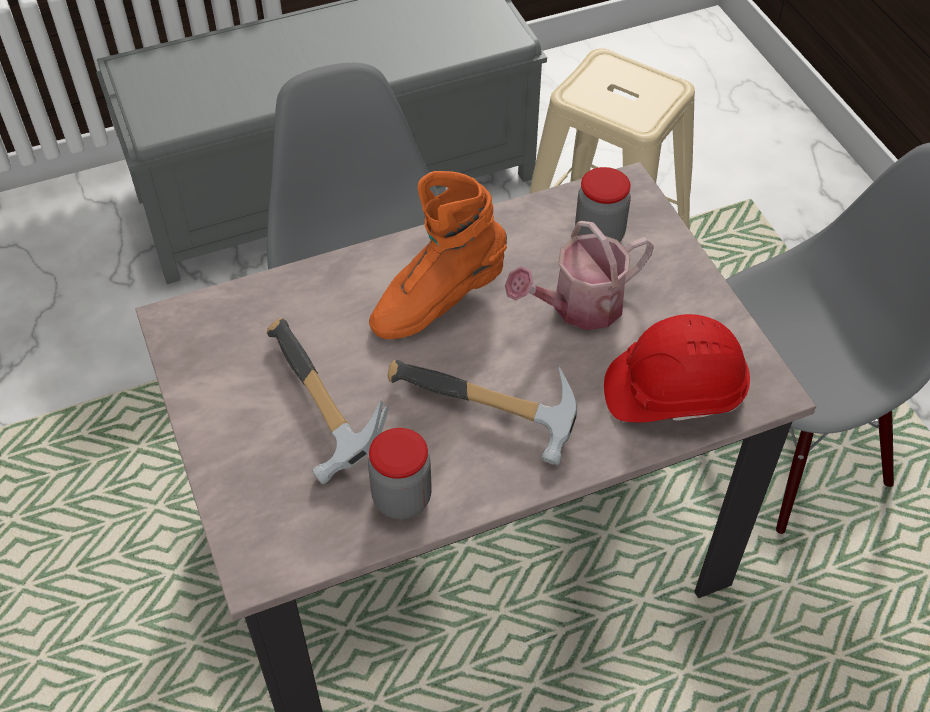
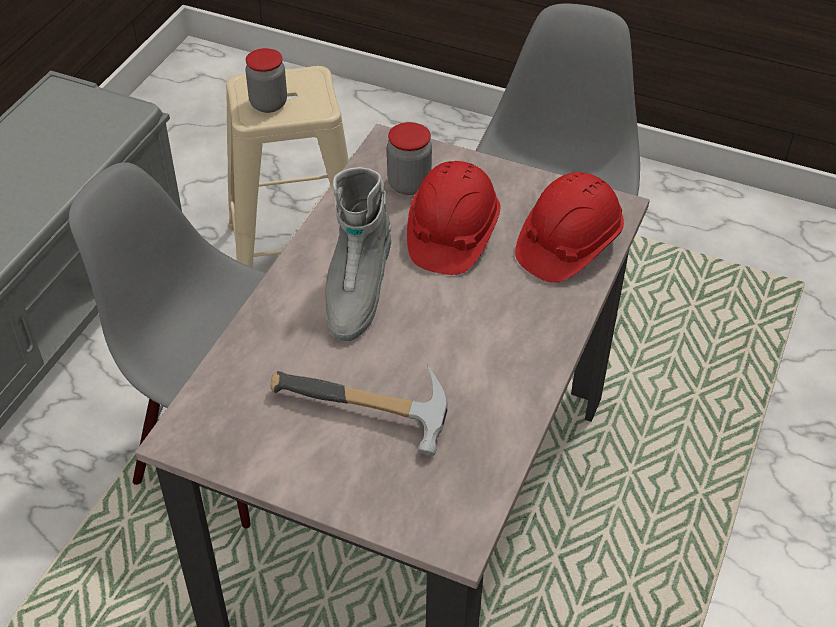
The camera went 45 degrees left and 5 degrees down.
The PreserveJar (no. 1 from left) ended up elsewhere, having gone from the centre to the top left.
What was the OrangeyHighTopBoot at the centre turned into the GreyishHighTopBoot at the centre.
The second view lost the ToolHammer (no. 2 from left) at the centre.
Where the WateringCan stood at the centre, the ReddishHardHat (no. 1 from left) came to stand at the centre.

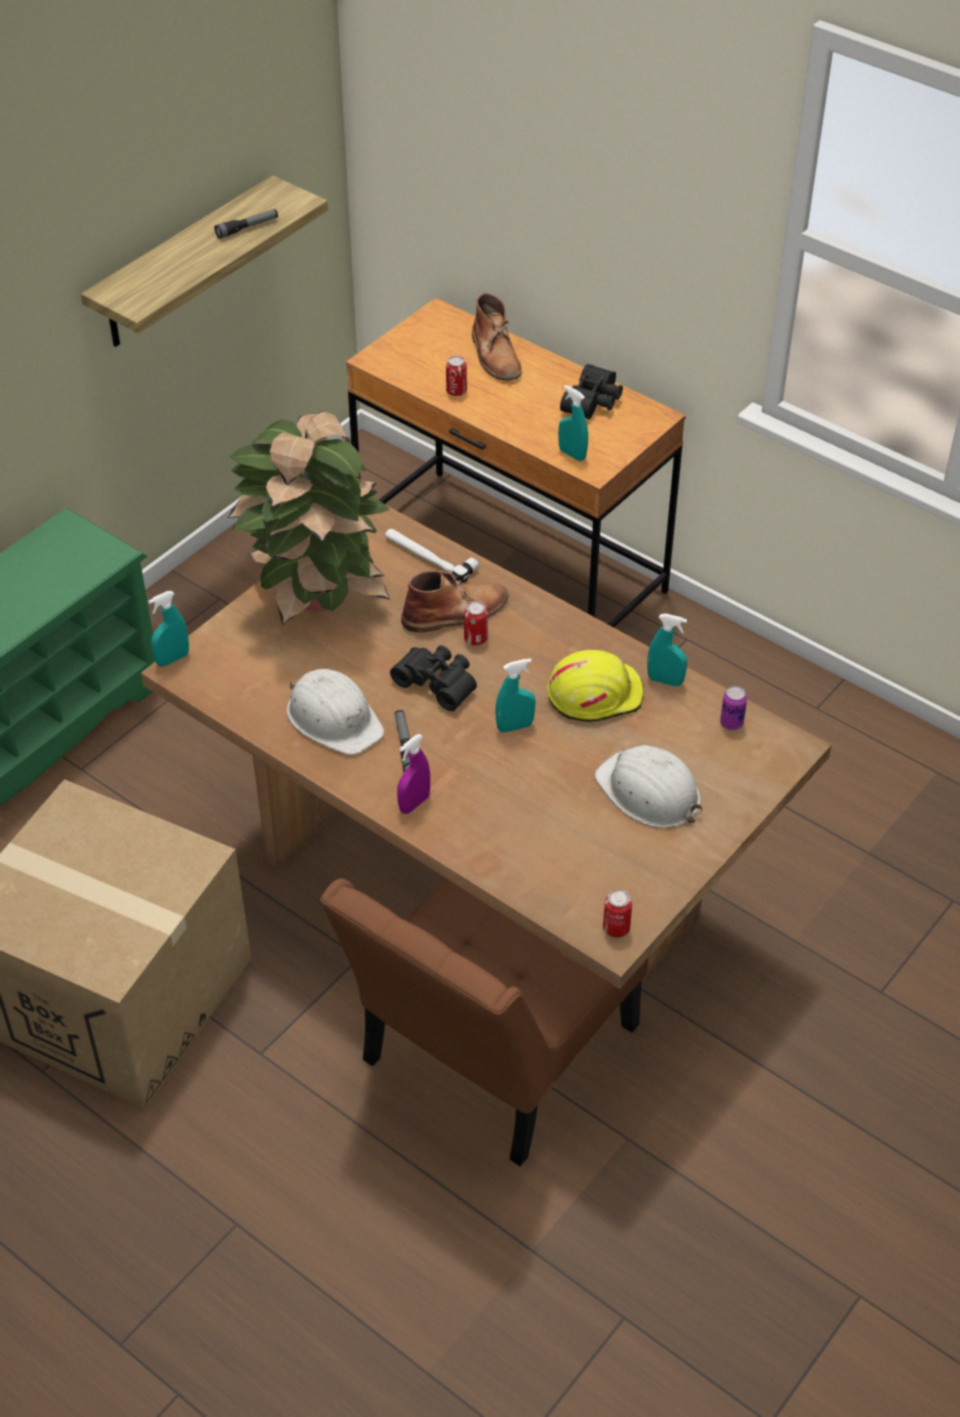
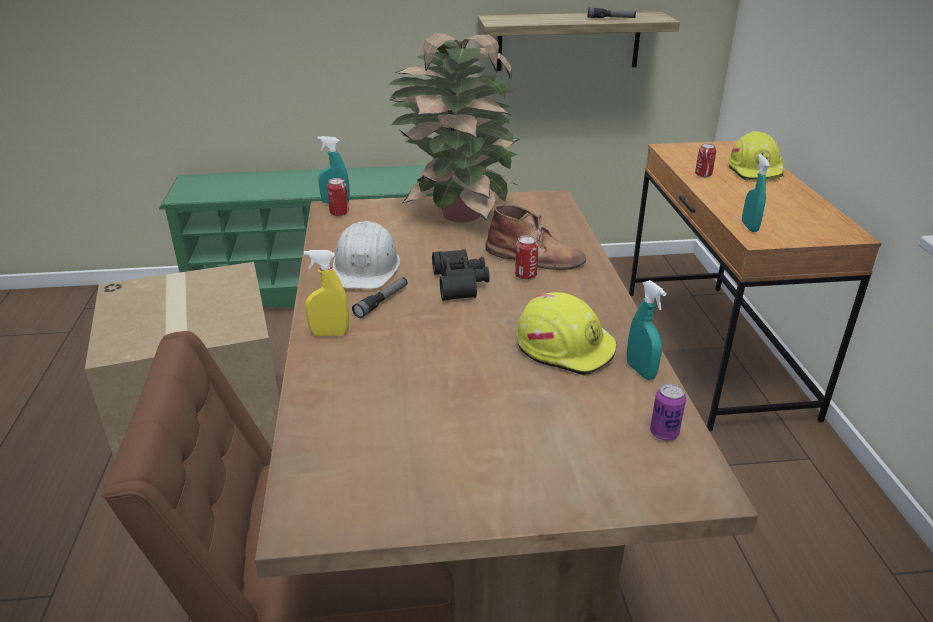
The camera went 45 degrees right and 15 degrees down.
The second view lost the ToolHammer at the centre.
What was the PurpleColouredSprayBottle at the centre turned into the YellowSprayBottle at the centre.
Where the BrownColouredHighTopBoot (no. 2 from left) stood at the top centre, the YellowHardHat (no. 2 from left) came to stand at the top right.
The second view lost the TurquoiseColouredSprayBottle (no. 2 from left) at the centre.
The second view lost the BlackishPairOfBinoculars (no. 2 from left) at the top centre.
The second view lost the WhitishHardHat (no. 2 from left) at the middle right.
The SealedCan (no. 3 from left in the first image) ended up elsewhere, having gone from the centre to the top centre.

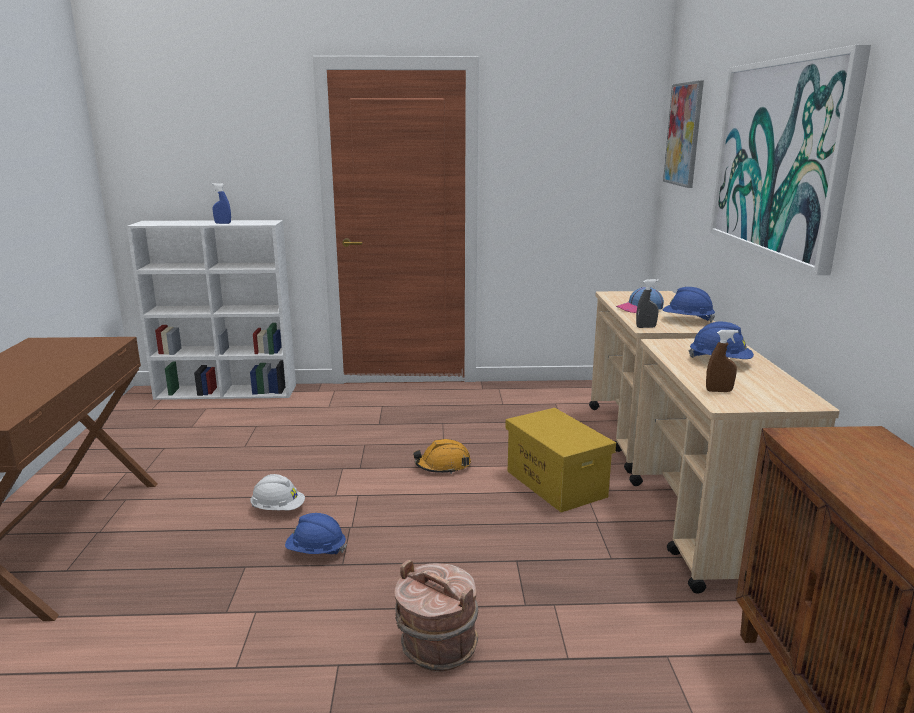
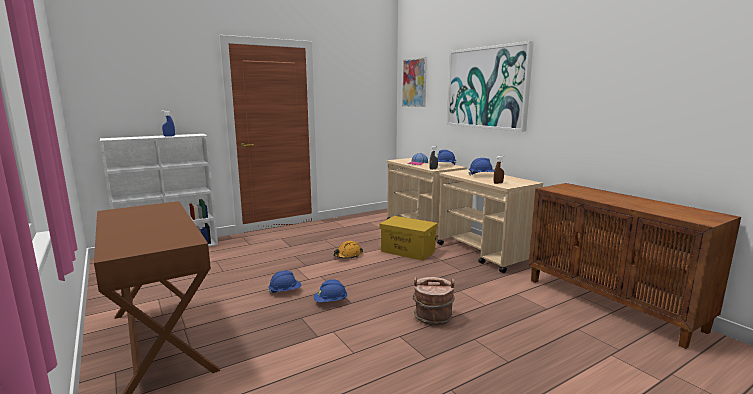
The camera went 30 degrees left and 5 degrees down.
What was the WhitishHardHat at the bottom left turned into the BluishHardHat (no. 1 from left) at the bottom centre.

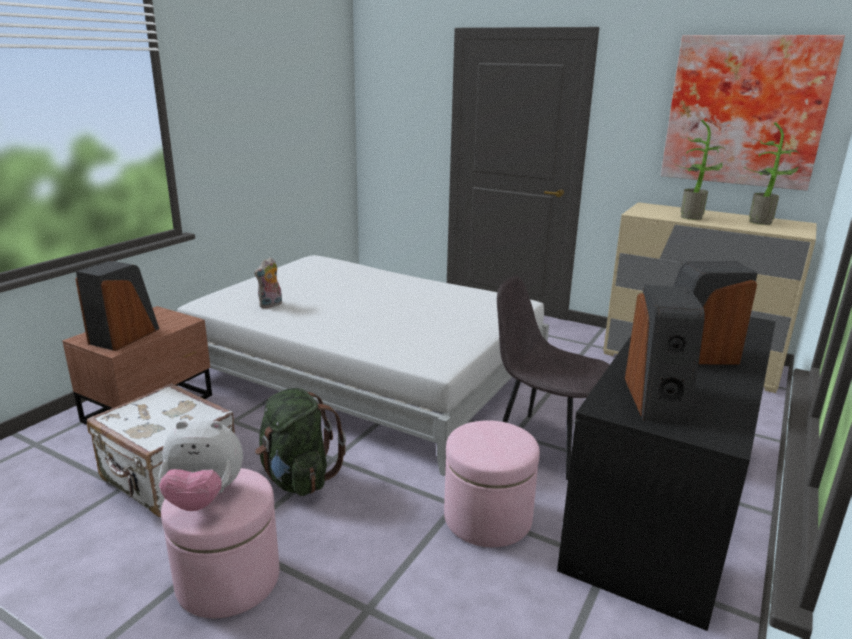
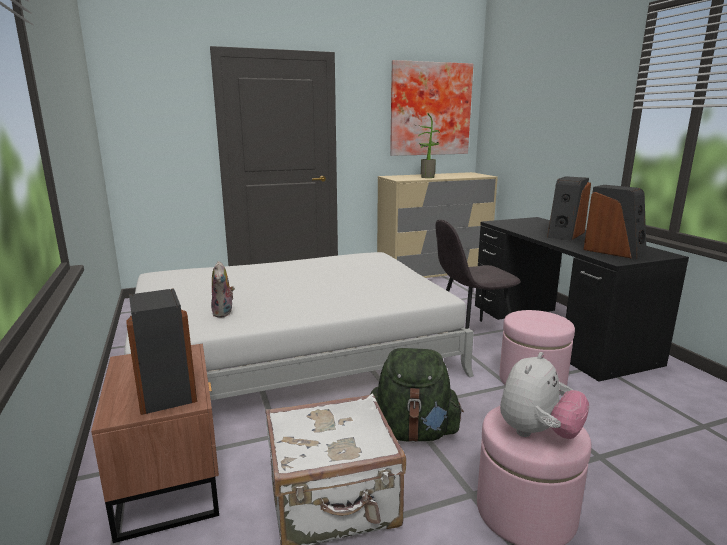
The camera went 50 degrees left and 5 degrees down.
The second view lost the Houseplant (no. 2 from left) at the top right.

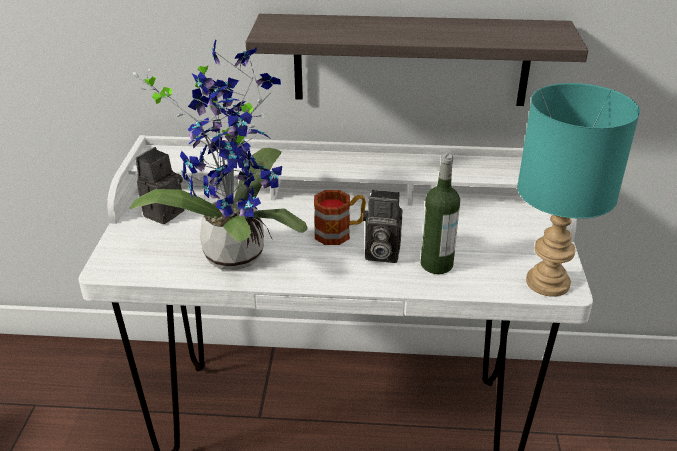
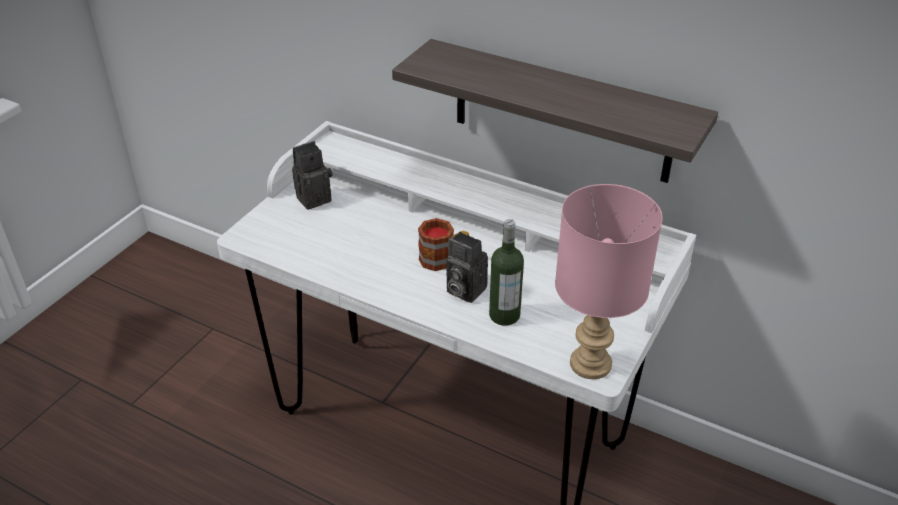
The camera went 25 degrees right and 5 degrees up.
The second view lost the Houseplant at the middle left.
What was the TurquoiseColouredLampForATable at the middle right turned into the PinkColouredLampForATable at the middle right.

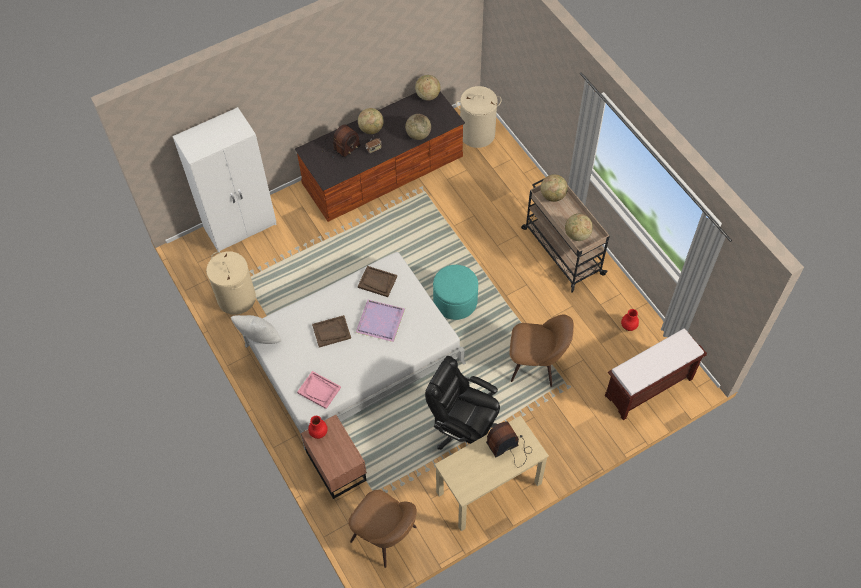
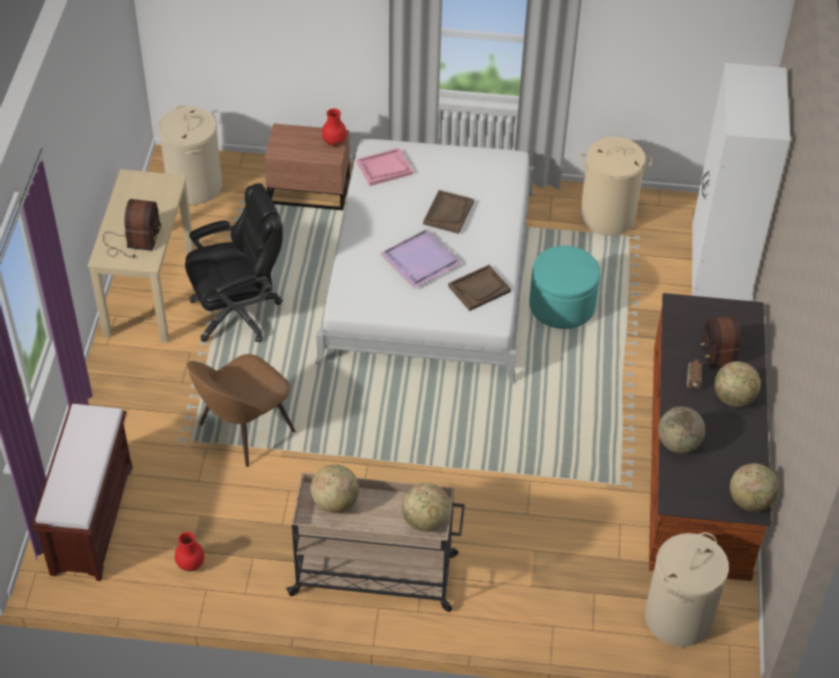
The camera went 125 degrees right and 10 degrees down.
The second view lost the WhitishThrowPillow at the middle left.
Where the BrownColouredUprightChair (no. 1 from left) stood at the bottom centre, the SandColouredHamper (no. 1 from left) came to stand at the top left.
The TurquoiseColouredFootrest ended up elsewhere, having gone from the centre to the middle right.

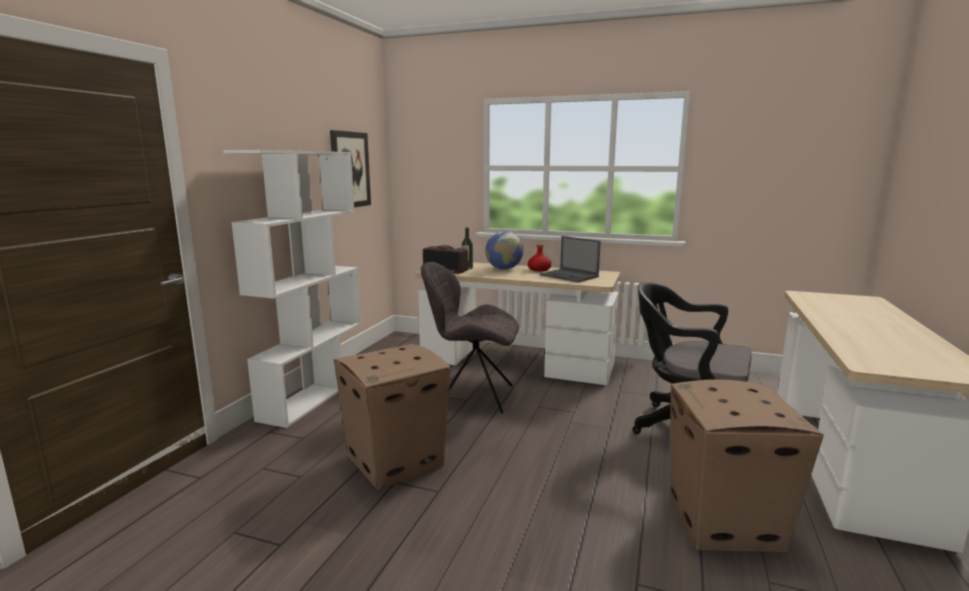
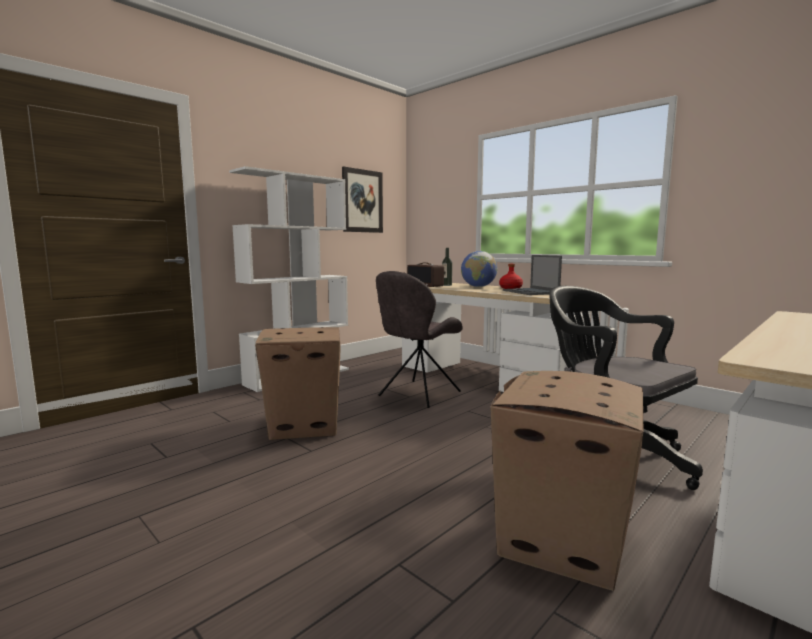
The camera went 25 degrees right and 5 degrees down.
The GreyishUprightChair at the centre ended up facing another way, 90 degrees counterclockwise from before.

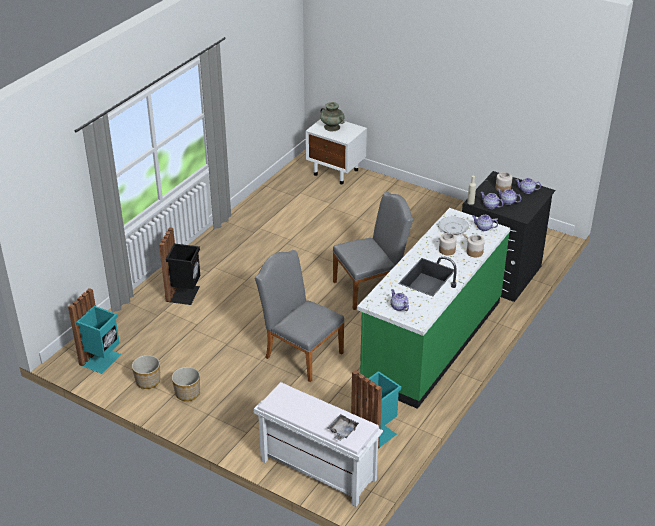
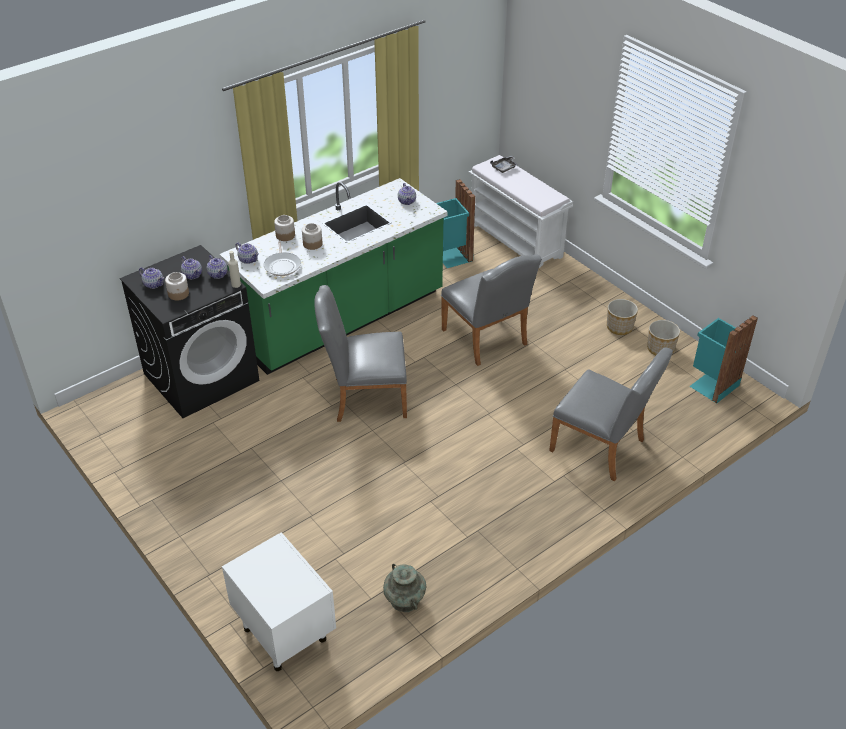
The camera went 160 degrees left and 5 degrees up.
Where the BlackishRubbishBin stood at the middle left, the GreyishUprightChair (no. 3 from left) came to stand at the middle right.
The TurquoiseColouredVase ended up elsewhere, having gone from the top centre to the bottom centre.

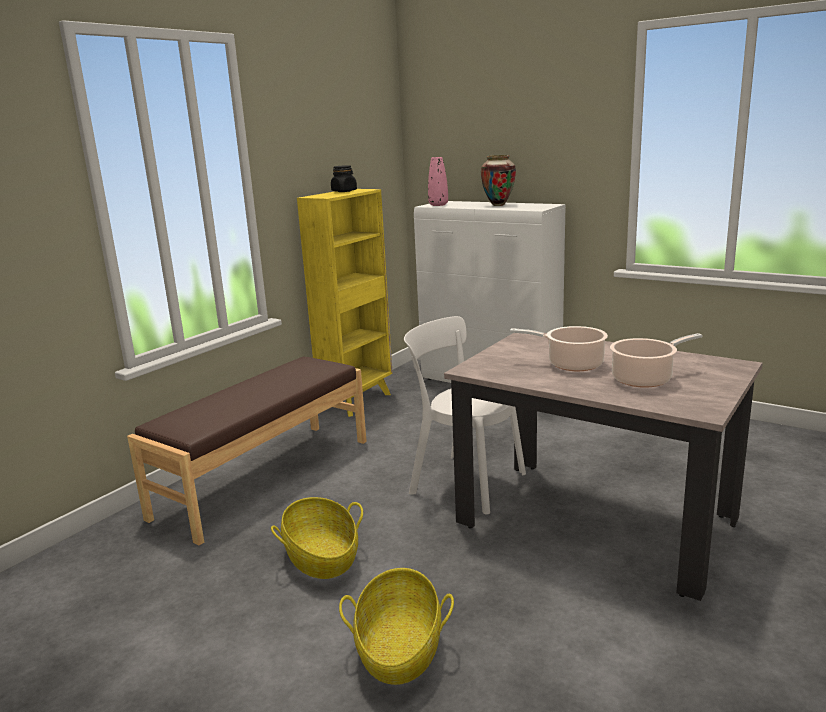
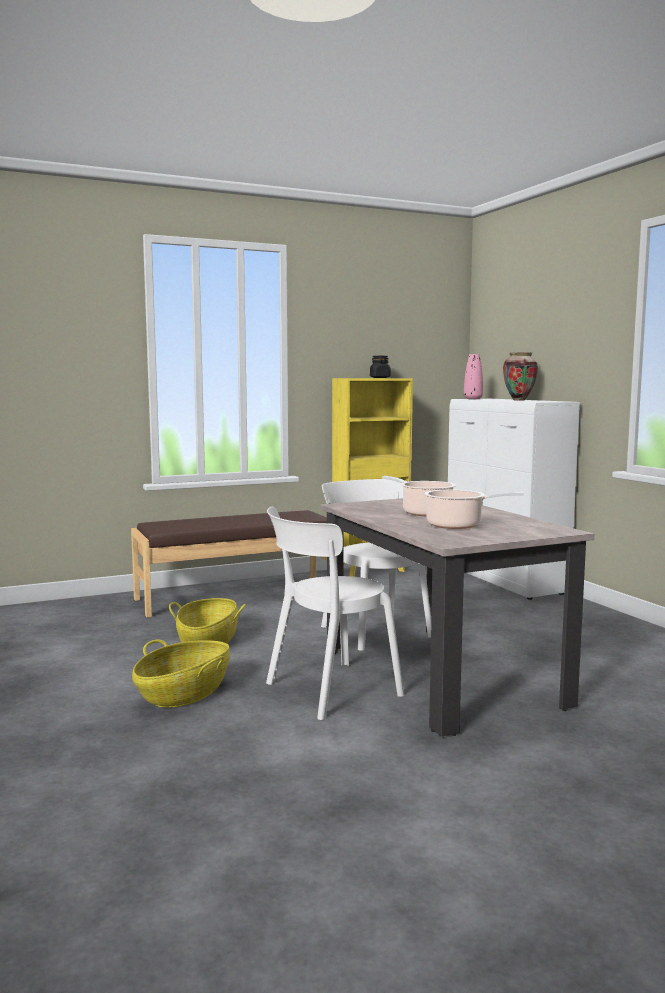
The camera went 30 degrees right and 10 degrees down.
The second view gained the WhitishUprightChair (no. 1 from left) at the centre.

